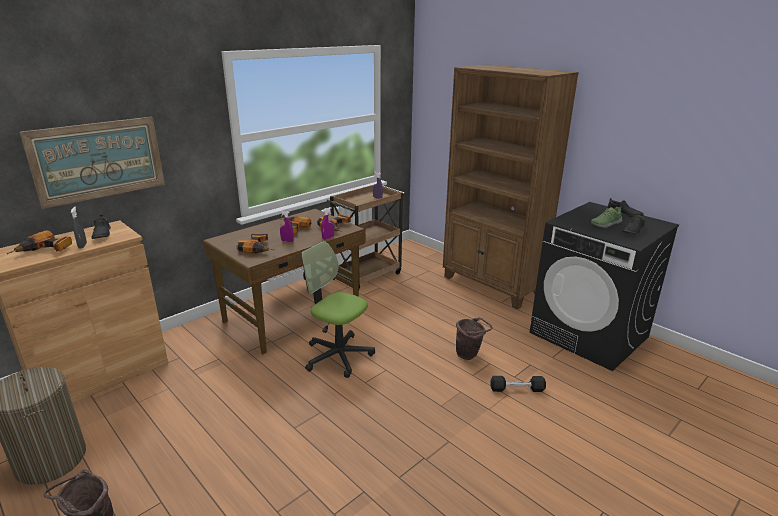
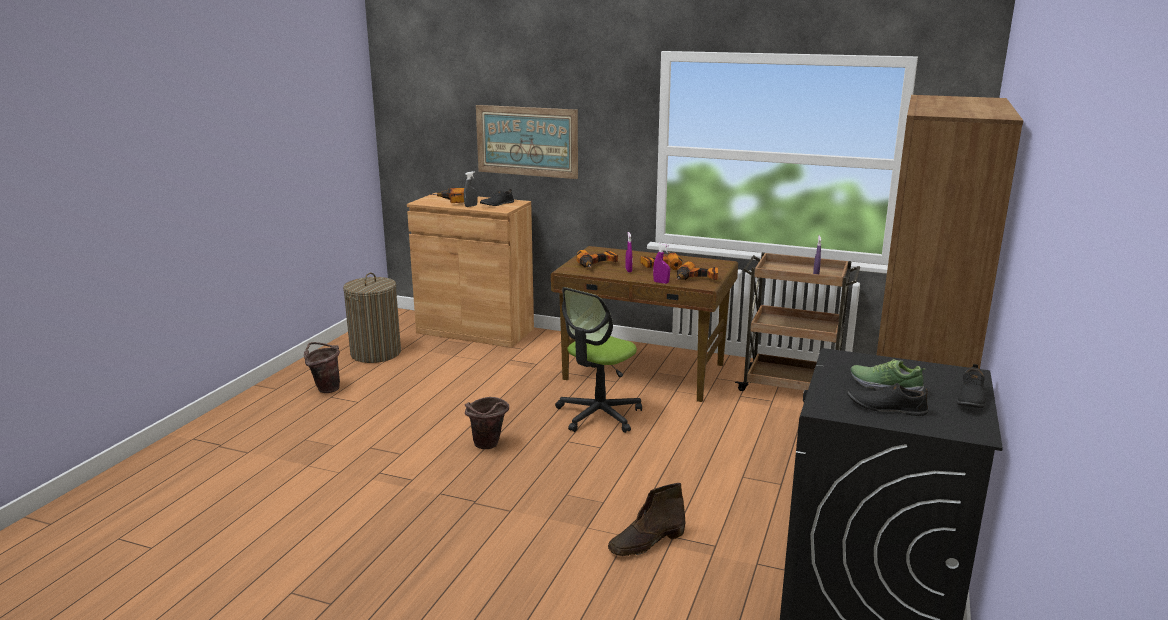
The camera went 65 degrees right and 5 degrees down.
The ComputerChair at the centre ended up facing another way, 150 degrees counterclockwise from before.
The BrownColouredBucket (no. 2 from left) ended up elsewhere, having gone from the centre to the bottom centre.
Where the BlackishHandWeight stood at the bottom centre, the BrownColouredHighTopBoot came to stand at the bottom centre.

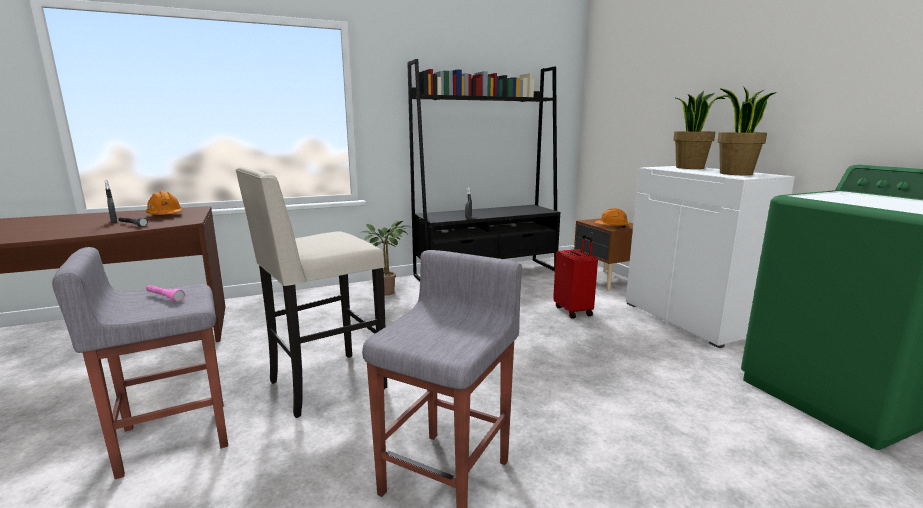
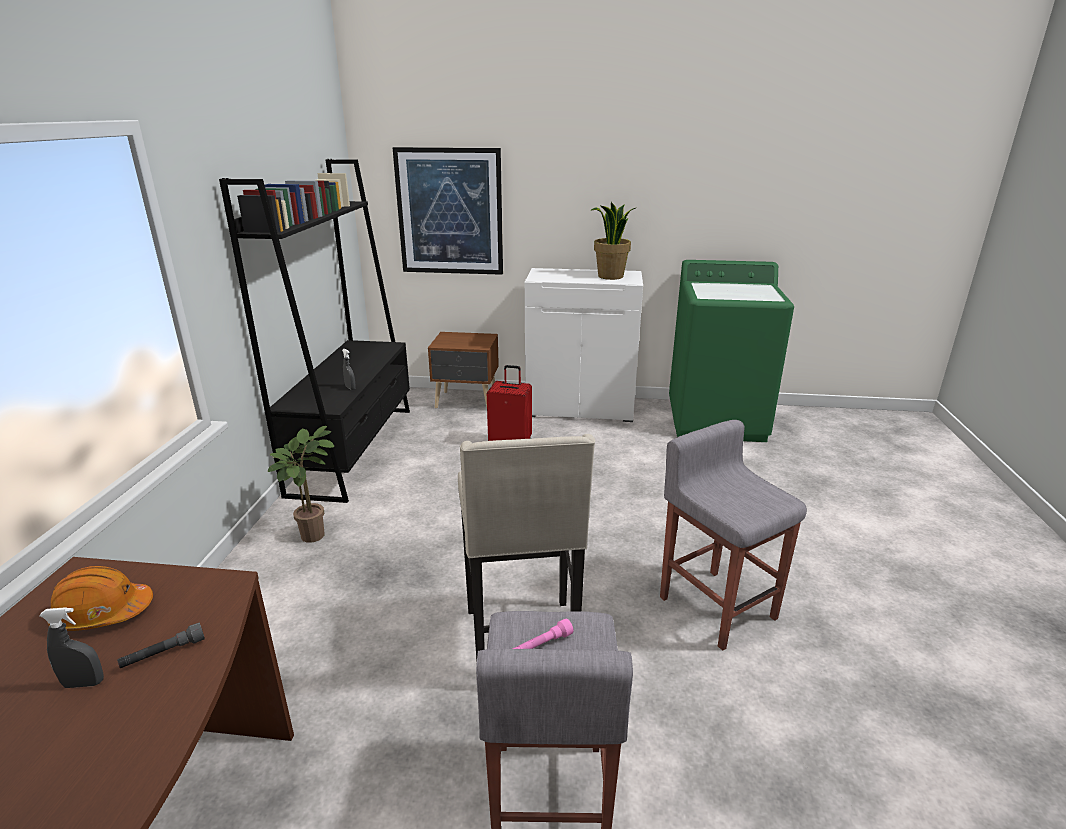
The camera went 60 degrees left and 10 degrees up.
The second view lost the OrangeyHardHat (no. 2 from left) at the centre.
The second view lost the Houseplant (no. 2 from left) at the top right.
The second view gained the Picture at the top centre.

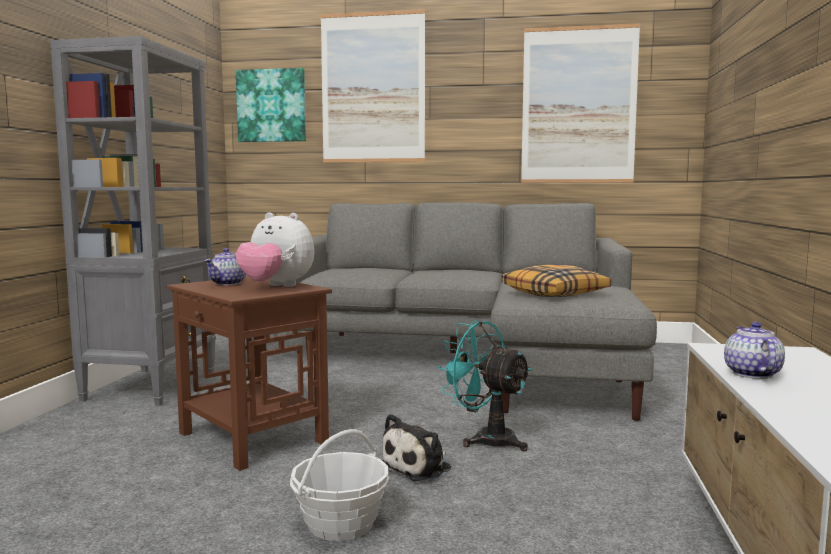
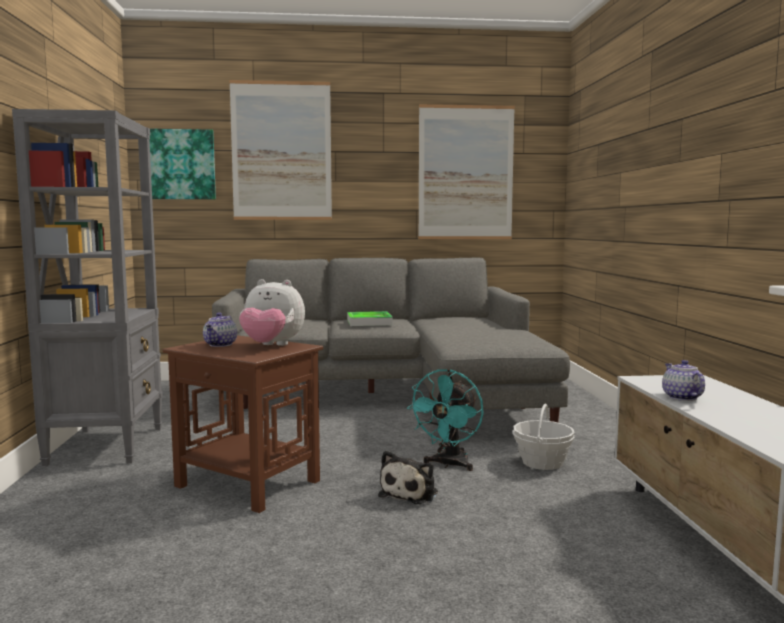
The camera went 15 degrees left and 0 degrees up.
The StorageBasket ended up elsewhere, having gone from the bottom centre to the bottom right.
The TurquoiseColouredElectricFan at the bottom centre ended up facing another way, 90 degrees counterclockwise from before.
The second view lost the ThrowPillow at the middle right.
The second view gained the CarryingTray at the centre.

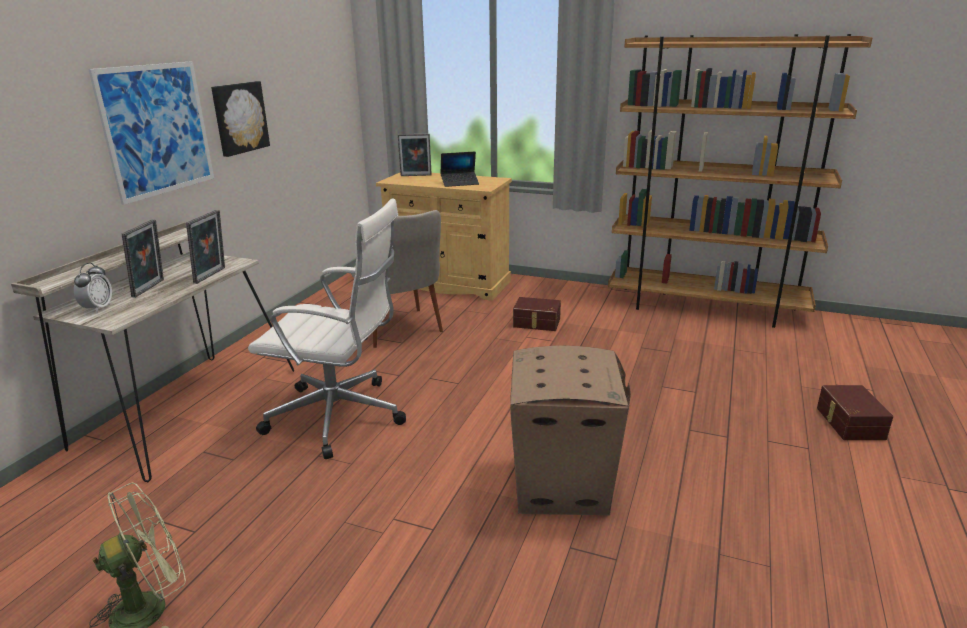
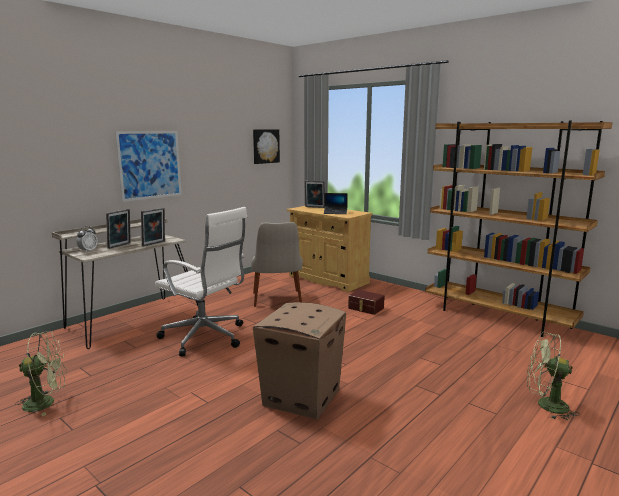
The camera went 20 degrees right and 10 degrees down.
The Picture (no. 2 from left) ended up elsewhere, having gone from the top left to the top centre.
Where the BrownColouredStorageBox (no. 2 from left) stood at the middle right, the GreenElectricFan (no. 2 from left) came to stand at the bottom right.

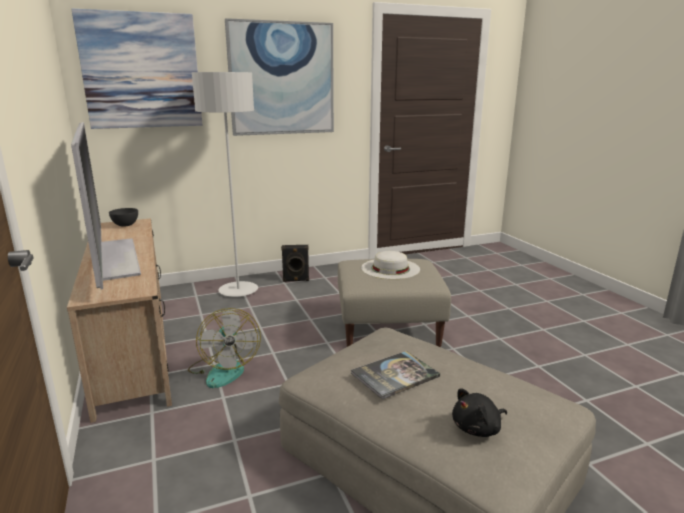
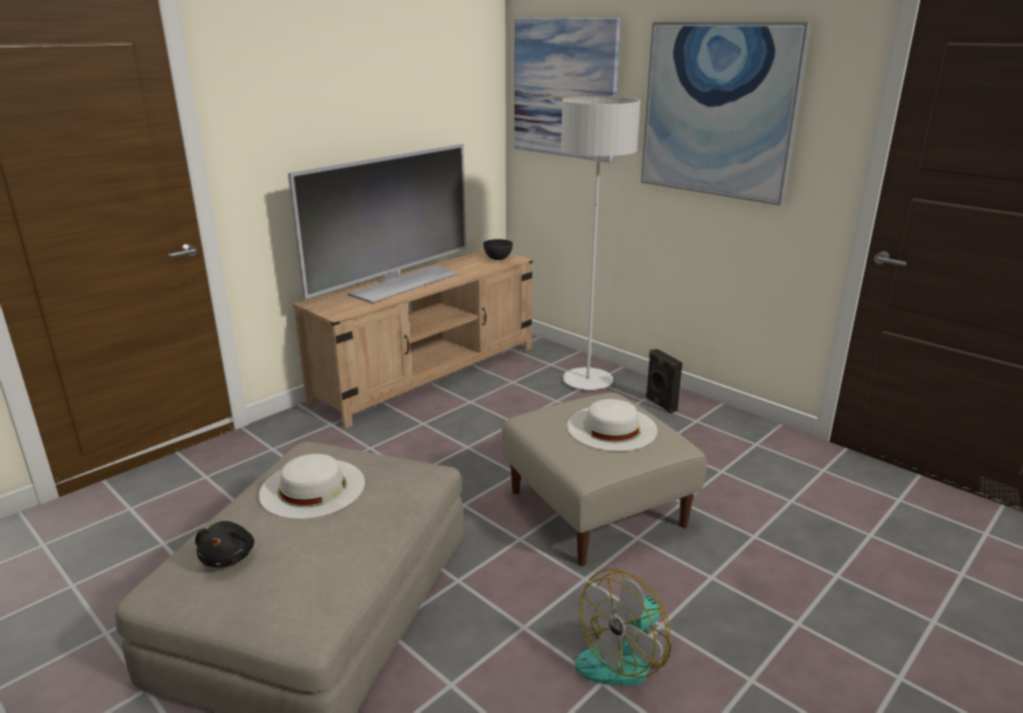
The camera went 65 degrees right and 5 degrees up.
The ElectricFan ended up elsewhere, having gone from the bottom left to the bottom centre.
Where the BoundBook stood at the bottom centre, the WhitishWearableHat (no. 1 from left) came to stand at the bottom left.
The BlackishPlushToy at the bottom right ended up facing another way, 135 degrees counterclockwise from before.

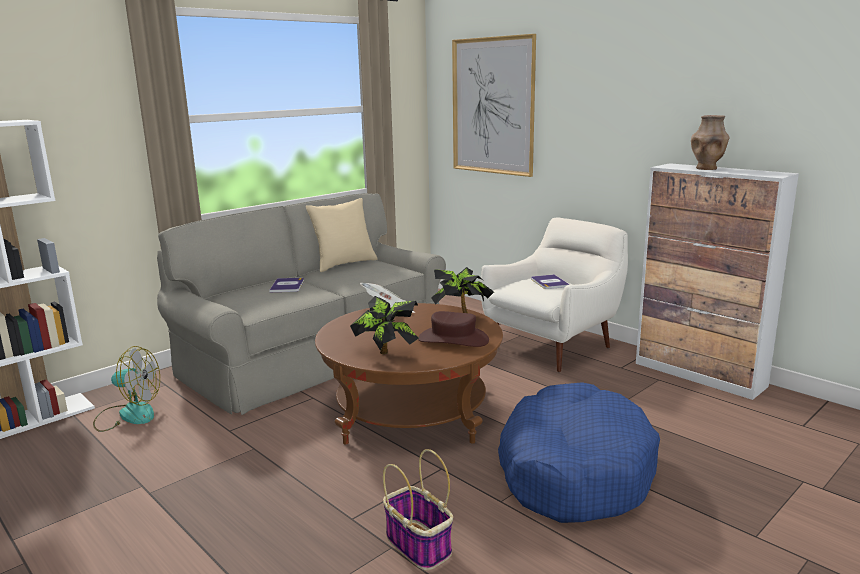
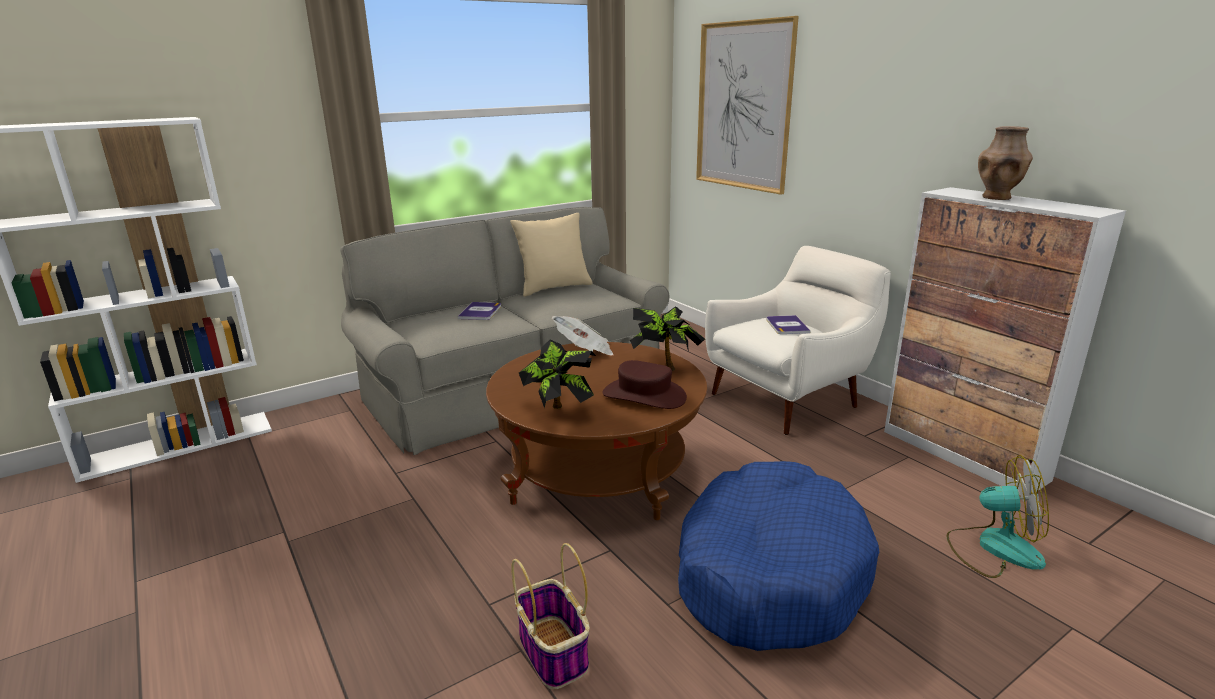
The camera went 10 degrees right and 5 degrees up.
The ElectricFan ended up elsewhere, having gone from the bottom left to the bottom right.

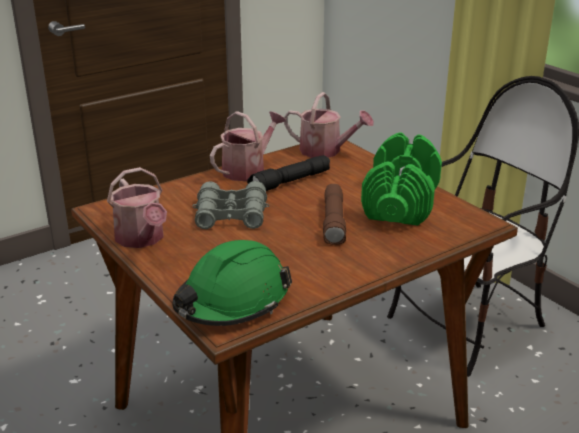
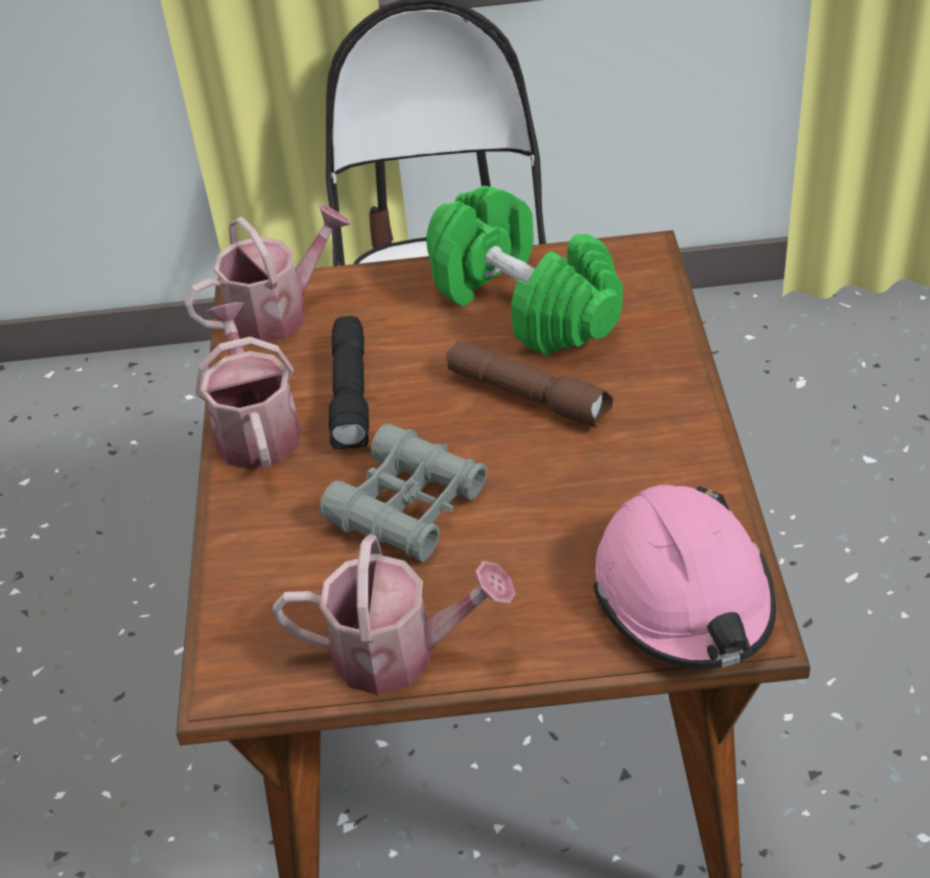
The camera went 55 degrees left and 15 degrees up.
What was the GreenHardHat at the centre turned into the PinkColouredHardHat at the middle right.

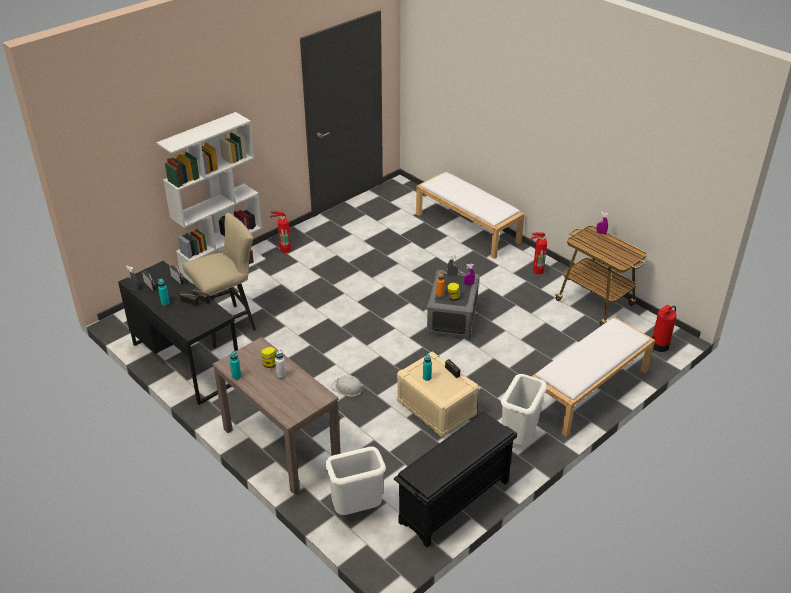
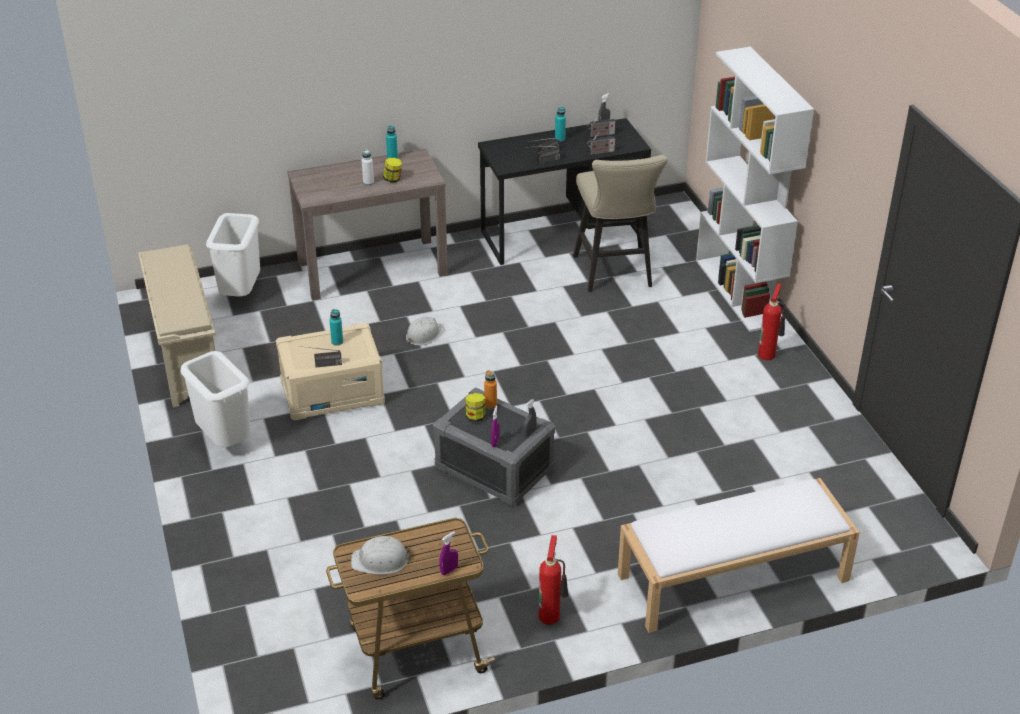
The camera went 115 degrees right and 0 degrees up.
What was the BlackishShoeStand at the bottom centre turned into the SandColouredShoeStand at the middle left.
The second view lost the WhitishLongSeat (no. 2 from left) at the middle right.
The second view lost the FireExtinguisher (no. 3 from left) at the middle right.
The second view gained the WhitishHardHat (no. 1 from left) at the bottom centre.

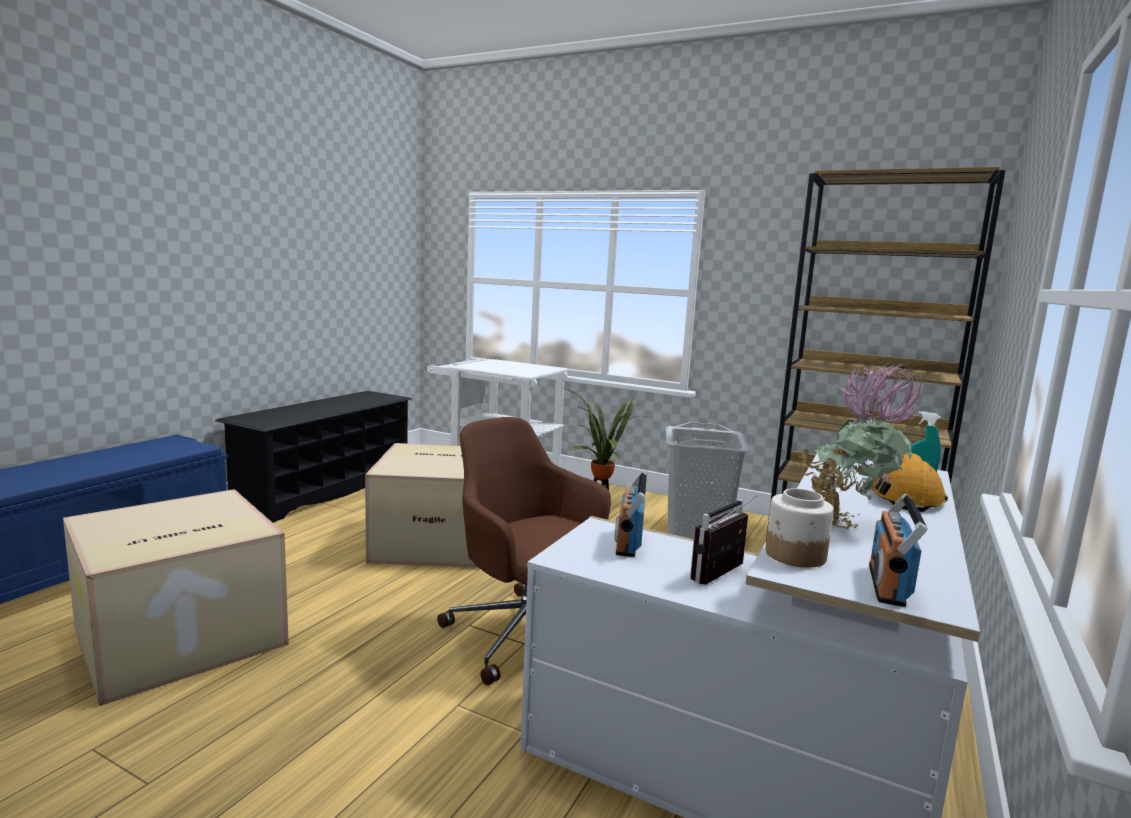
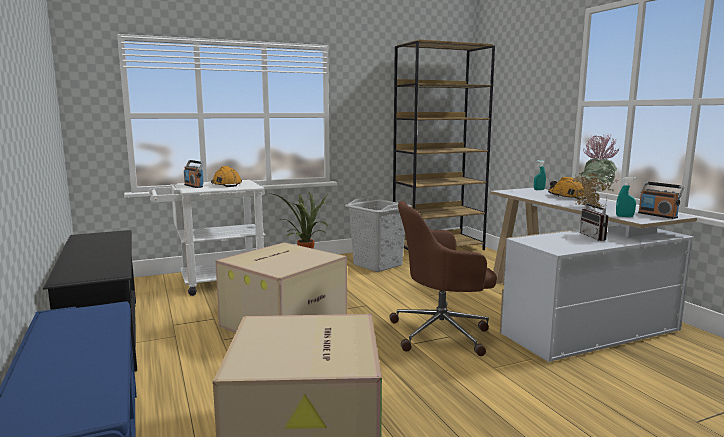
The camera went 50 degrees left and 0 degrees up.
The RadioSet (no. 1 from left) ended up elsewhere, having gone from the centre to the middle left.
Where the PreserveJar stood at the middle right, the TurquoiseColouredSprayBottle (no. 2 from left) came to stand at the middle right.
The second view gained the OrangeyHardHat (no. 1 from left) at the middle left.

